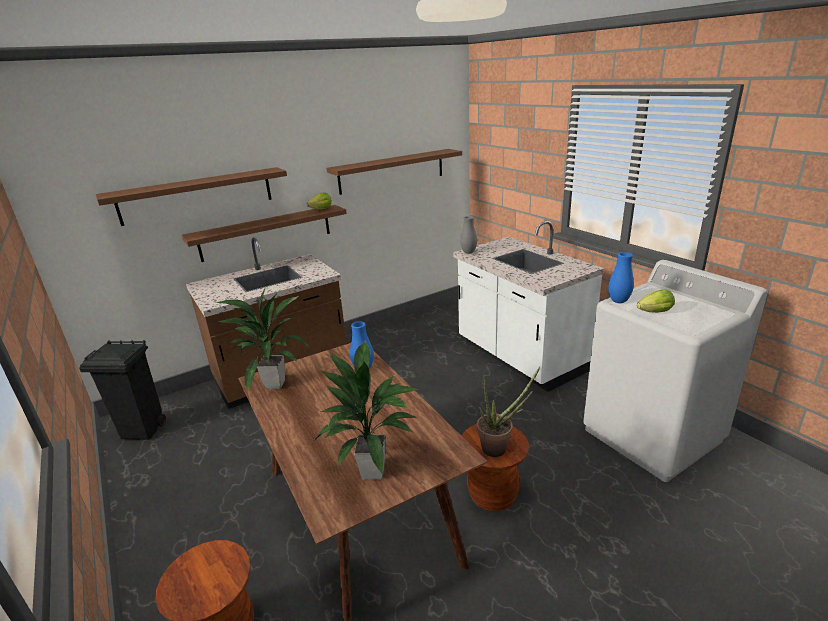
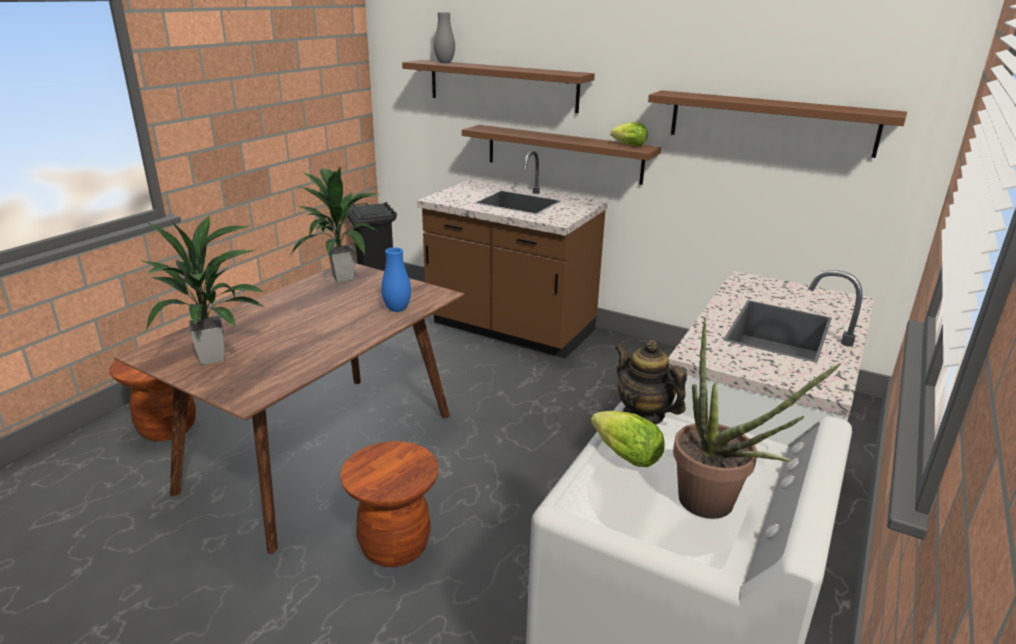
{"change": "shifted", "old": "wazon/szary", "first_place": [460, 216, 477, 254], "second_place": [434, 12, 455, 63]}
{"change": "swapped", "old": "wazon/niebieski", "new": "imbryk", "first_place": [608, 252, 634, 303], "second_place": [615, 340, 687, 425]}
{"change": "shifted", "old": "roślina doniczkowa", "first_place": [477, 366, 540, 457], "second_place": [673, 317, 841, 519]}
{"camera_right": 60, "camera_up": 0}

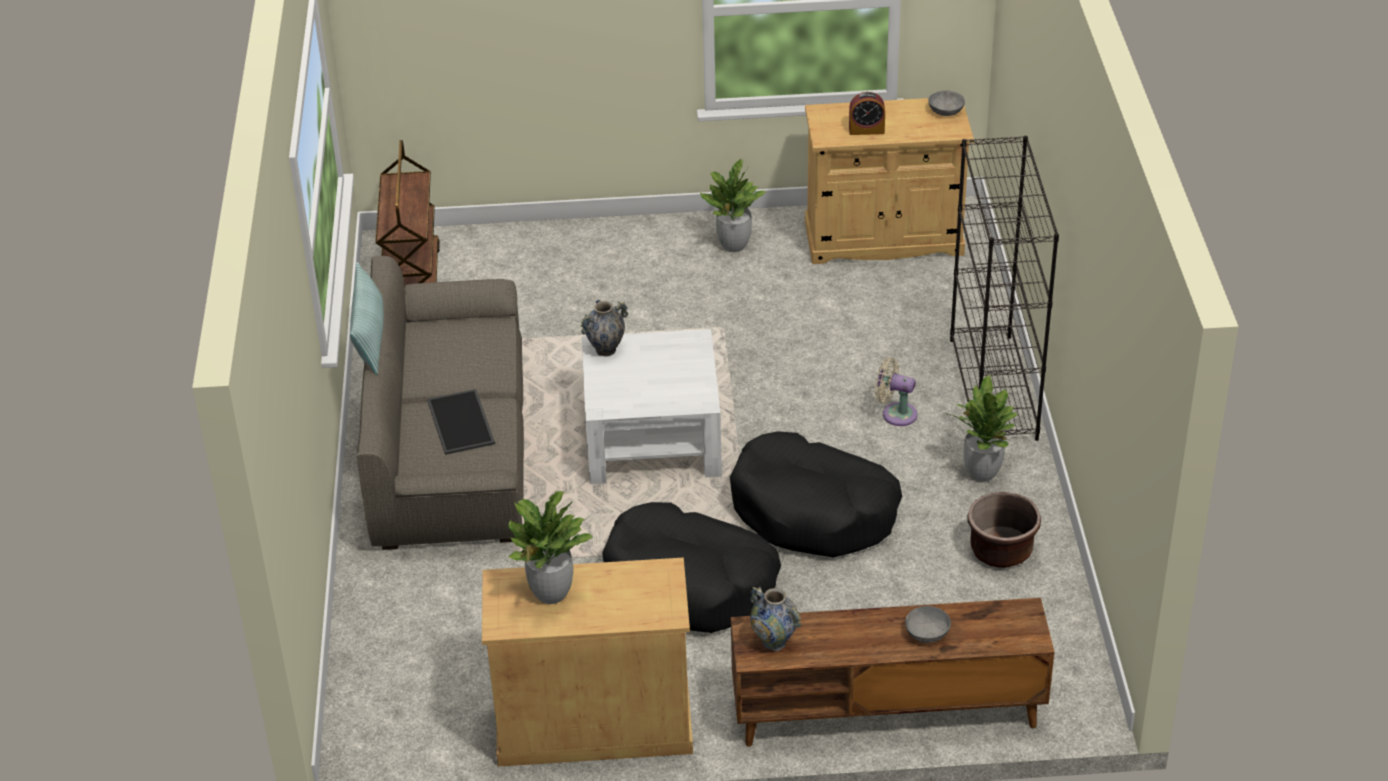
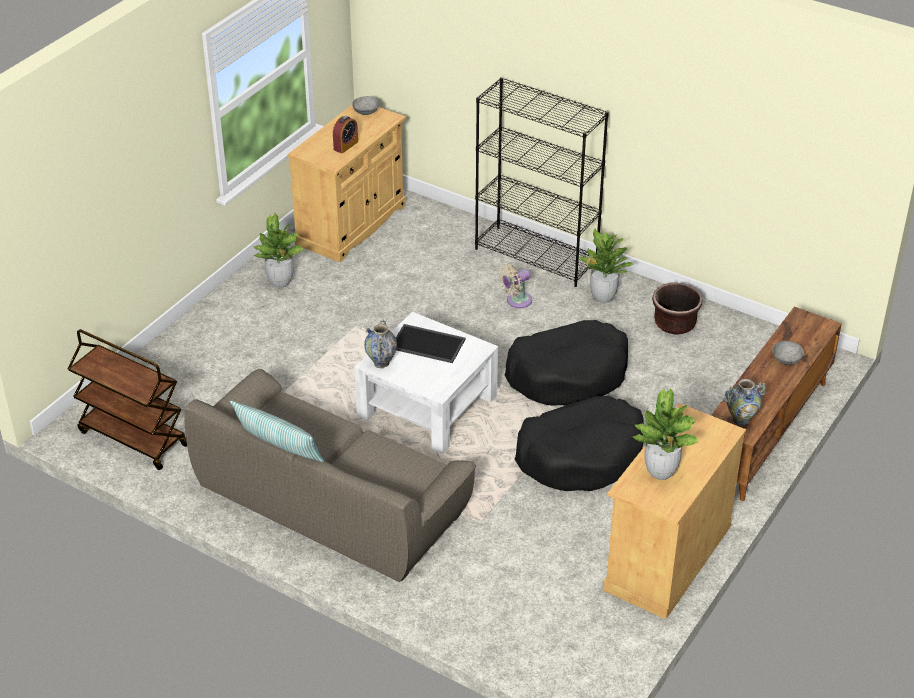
{"change": "shifted", "old": "taca", "first_place": [427, 389, 495, 455], "second_place": [396, 324, 465, 363]}
{"camera_right": -55, "camera_up": 0}

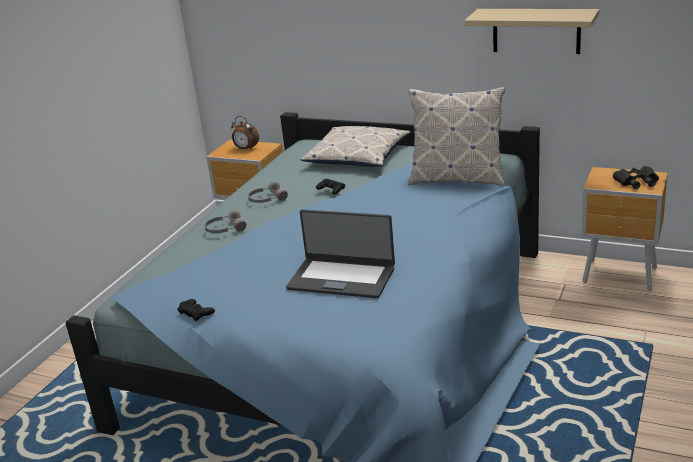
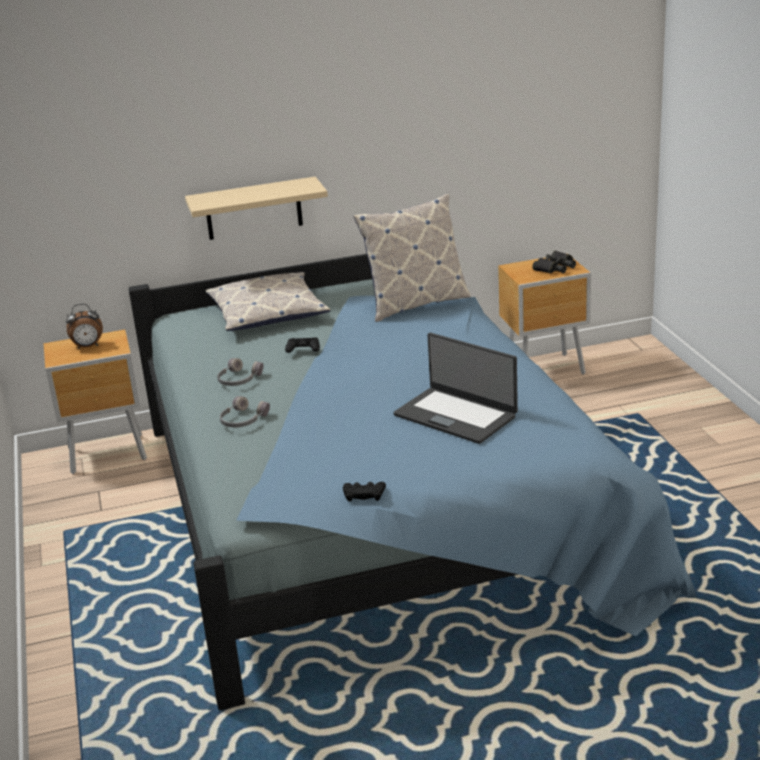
{"change": "shifted", "old": "półka/beżowy", "first_place": [464, 9, 599, 54], "second_place": [185, 177, 328, 240]}
{"change": "rotated", "old": "laptop", "first_place": [286, 210, 395, 298], "second_place": [394, 333, 518, 444], "degrees": 60}
{"camera_right": -40, "camera_up": 0}

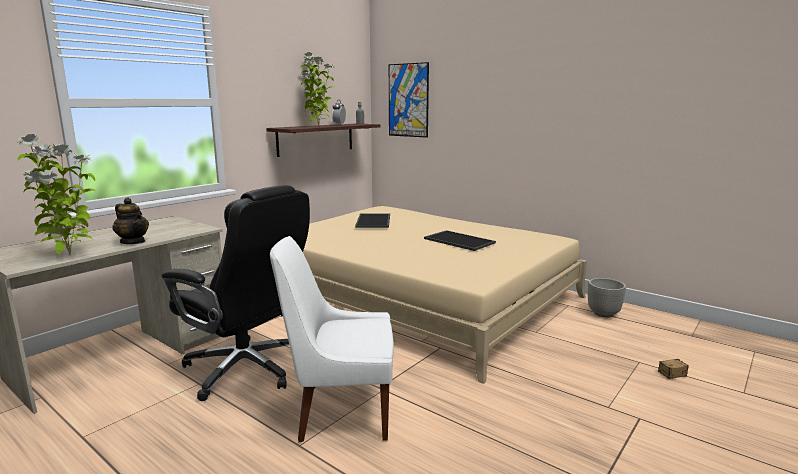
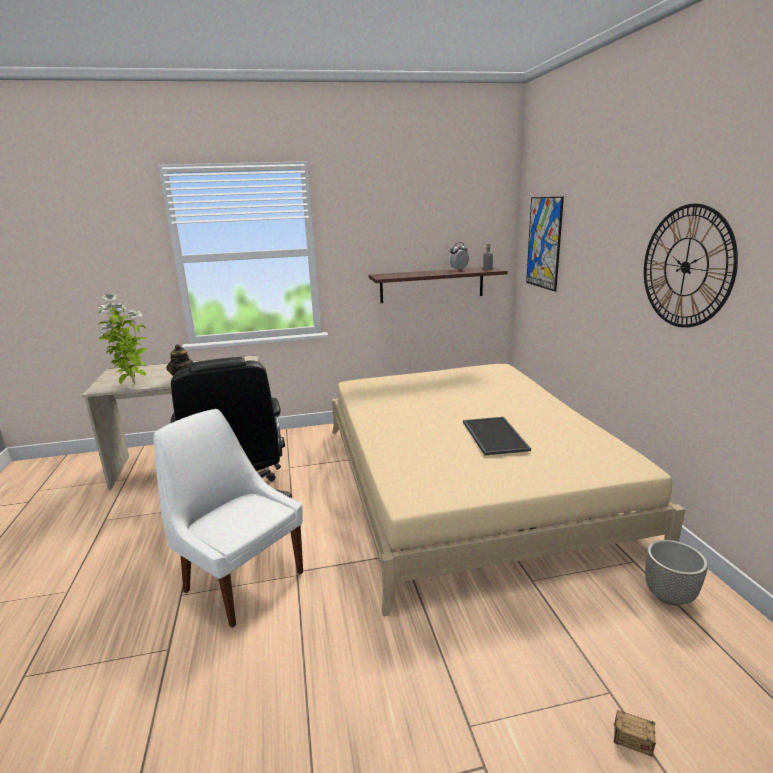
{"change": "gone", "old": "roślina doniczkowa", "first_place": [300, 52, 335, 126]}
{"change": "gone", "old": "taca", "first_place": [355, 214, 390, 228]}
{"change": "new", "new": "zegar ścienny", "second_place": [644, 203, 738, 328]}
{"camera_right": 40, "camera_up": 5}

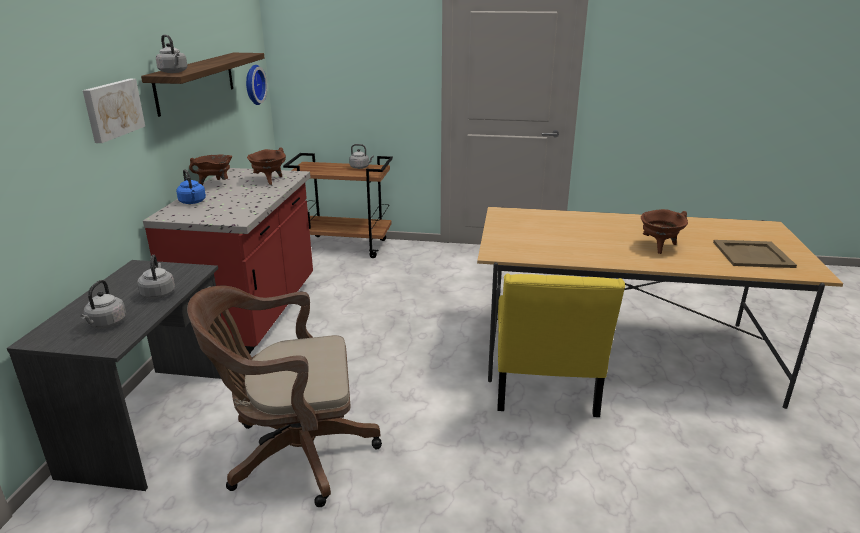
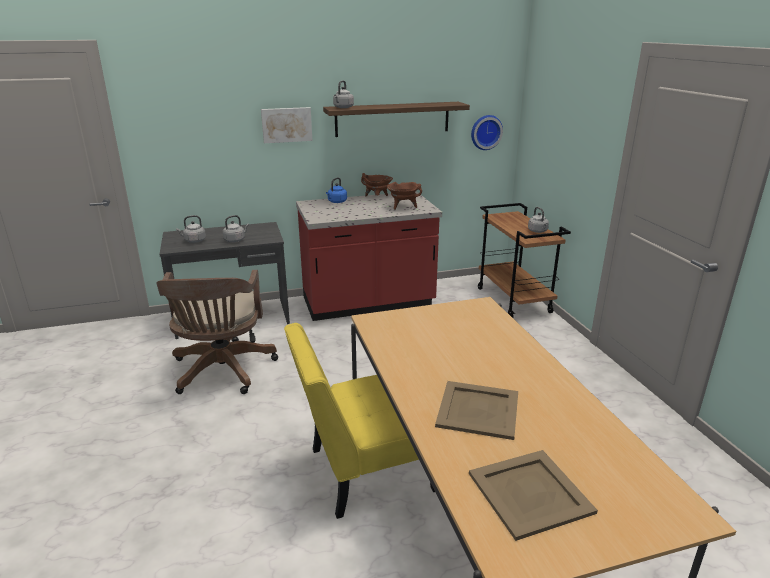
{"change": "swapped", "old": "garnek/brązowy", "new": "taca/beżowy", "first_place": [641, 209, 688, 254], "second_place": [435, 381, 518, 440]}
{"change": "rotated", "old": "krzesło biurowe/brązowy", "first_place": [187, 286, 382, 507], "second_place": [157, 270, 278, 394], "degrees": -150}
{"camera_right": 65, "camera_up": 0}

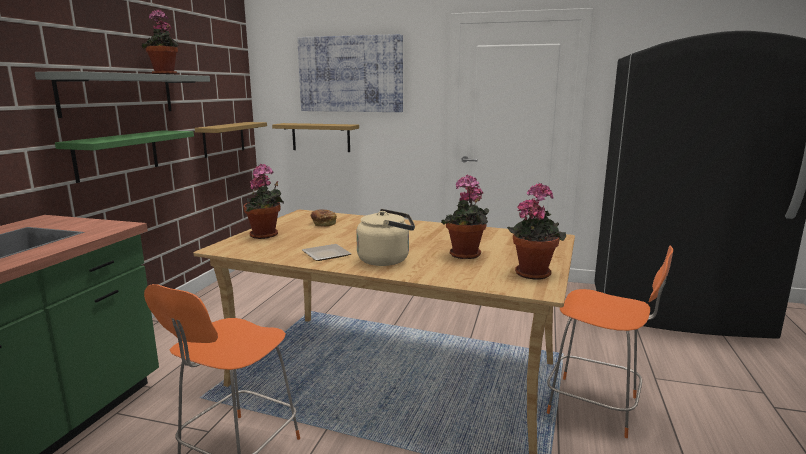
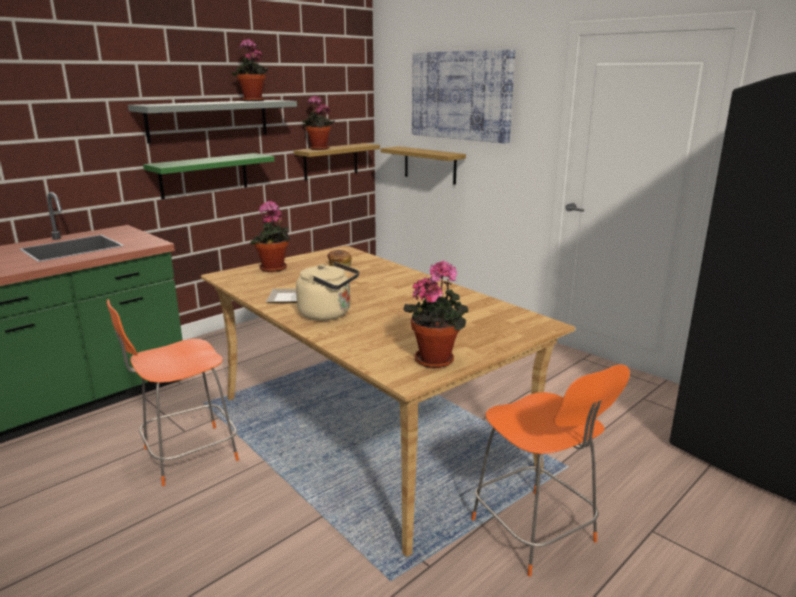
{"change": "shifted", "old": "roślina doniczkowa", "first_place": [441, 175, 489, 259], "second_place": [302, 95, 335, 150]}
{"camera_right": 30, "camera_up": 5}

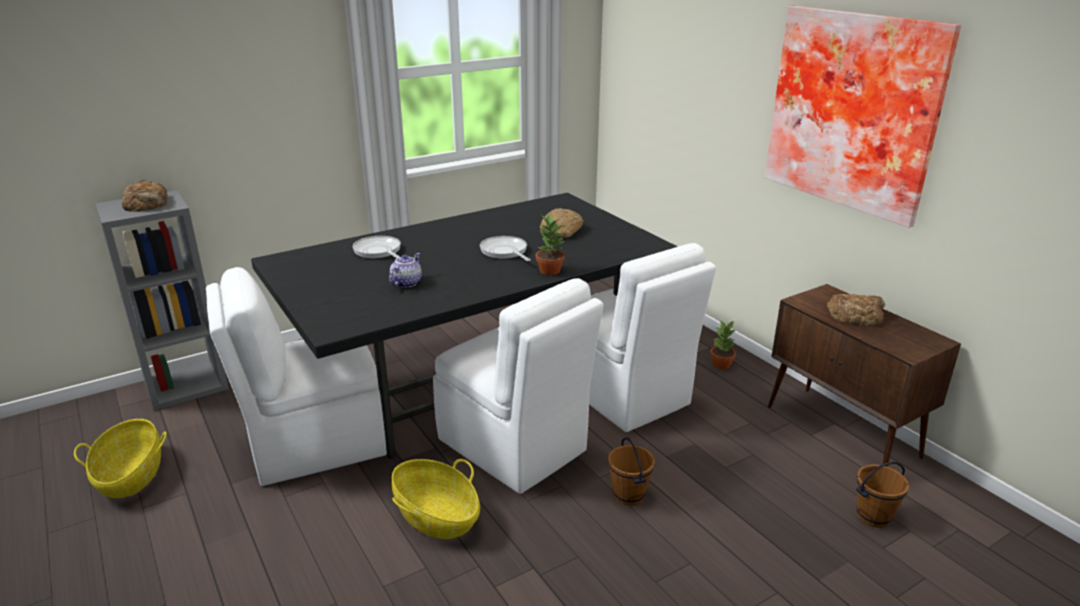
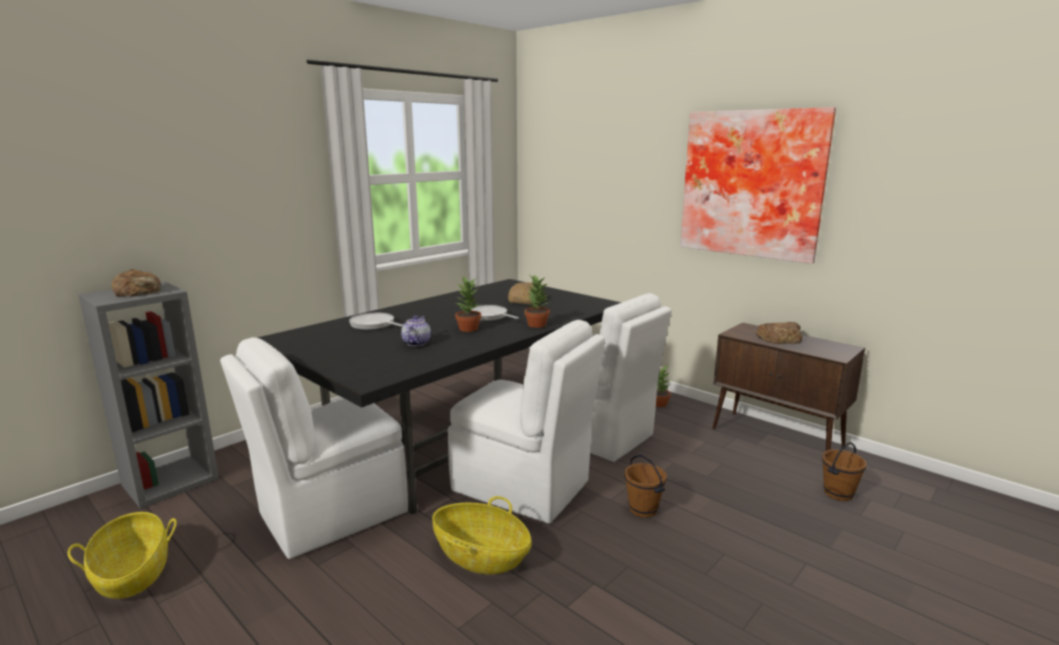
{"change": "new", "new": "roślina doniczkowa", "second_place": [455, 276, 481, 332]}
{"camera_right": -15, "camera_up": -10}

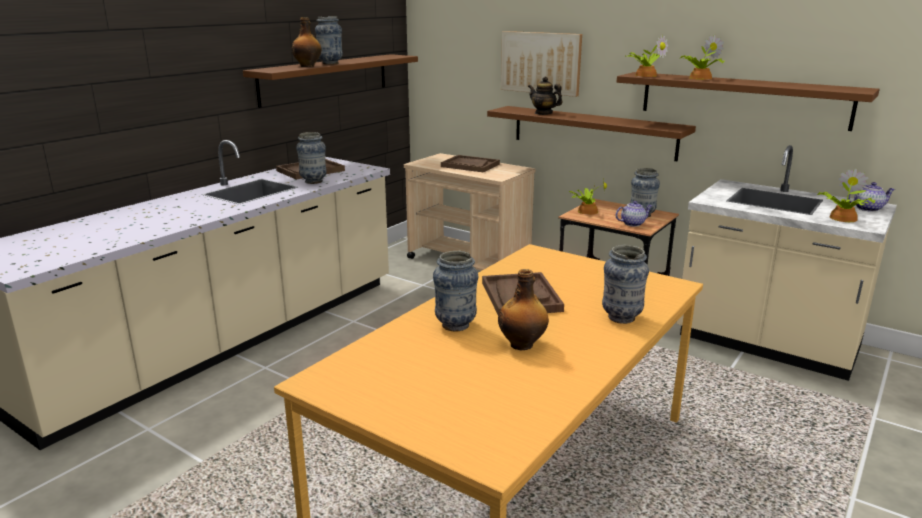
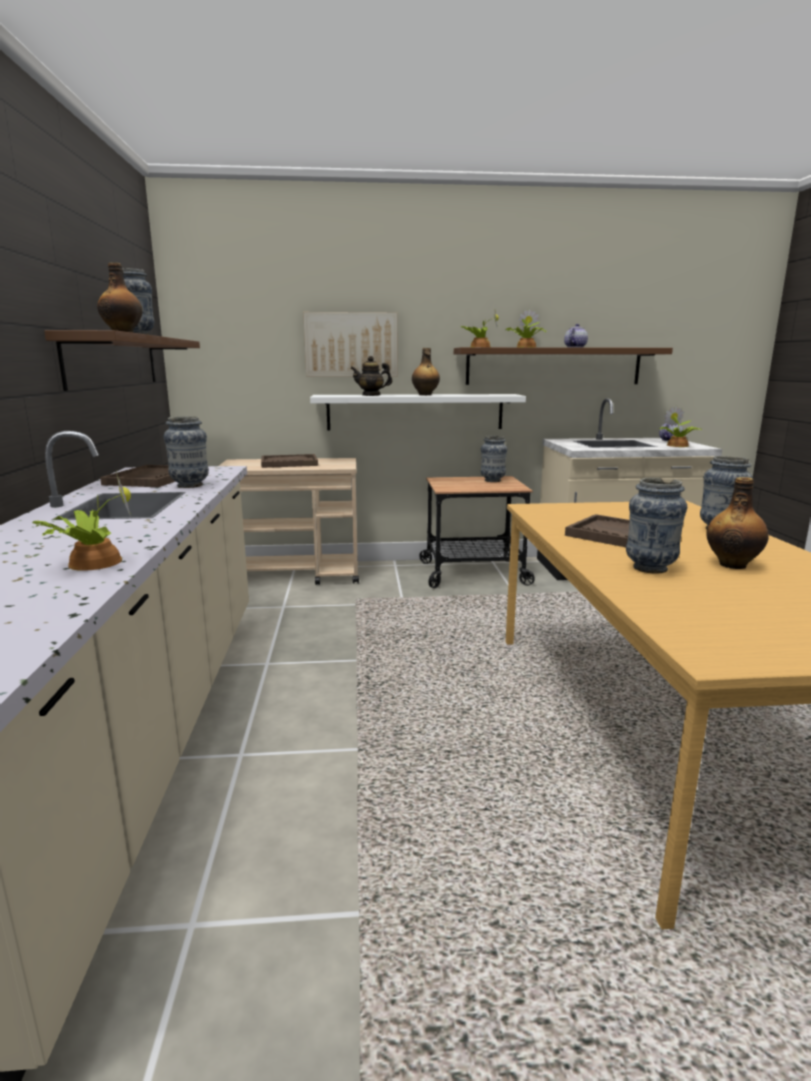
{"change": "repainted", "old": "półka/brązowy", "new": "półka/biały", "first_place": [487, 106, 696, 161], "second_place": [310, 394, 526, 431]}
{"change": "shifted", "old": "roślina doniczkowa", "first_place": [569, 179, 607, 215], "second_place": [32, 470, 132, 571]}
{"change": "shifted", "old": "imbryk", "first_place": [615, 201, 652, 227], "second_place": [564, 324, 588, 348]}
{"change": "new", "new": "butelka", "second_place": [412, 348, 440, 395]}
{"camera_right": -40, "camera_up": -5}

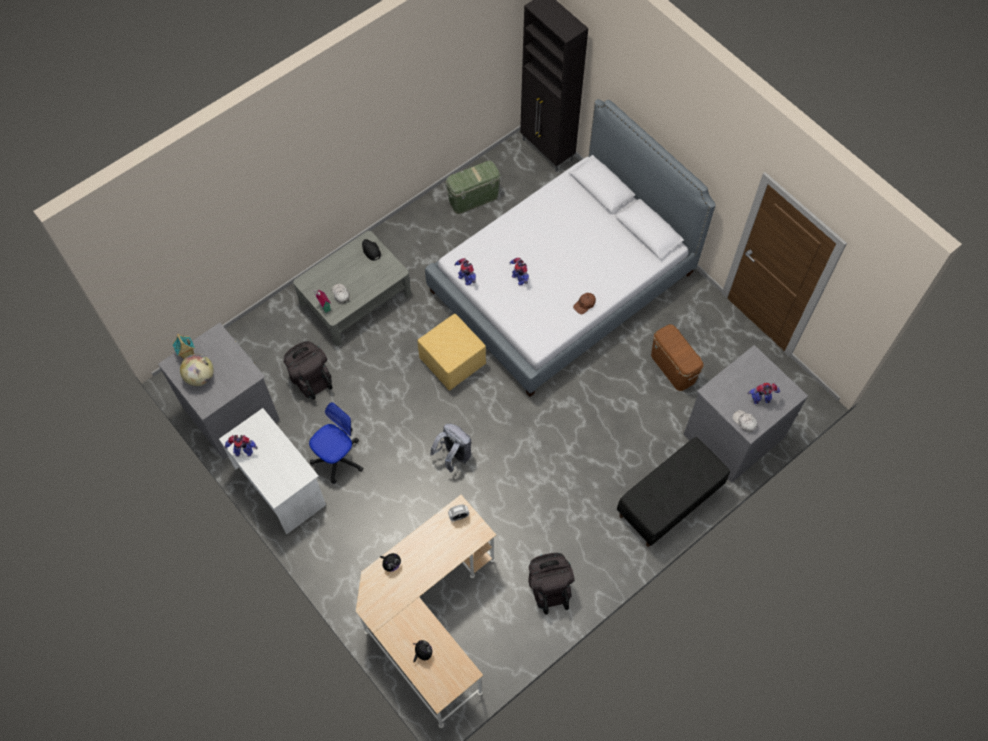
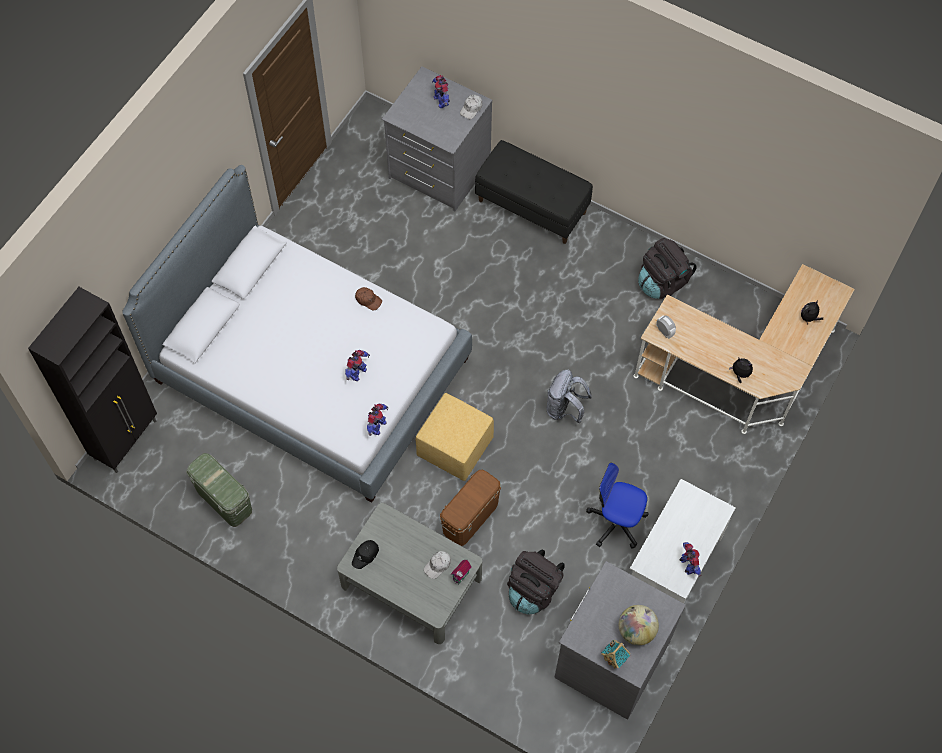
{"change": "shifted", "old": "pojemnik do przechowywania/brązowy", "first_place": [651, 324, 704, 391], "second_place": [440, 470, 501, 546]}
{"camera_right": -110, "camera_up": 0}

